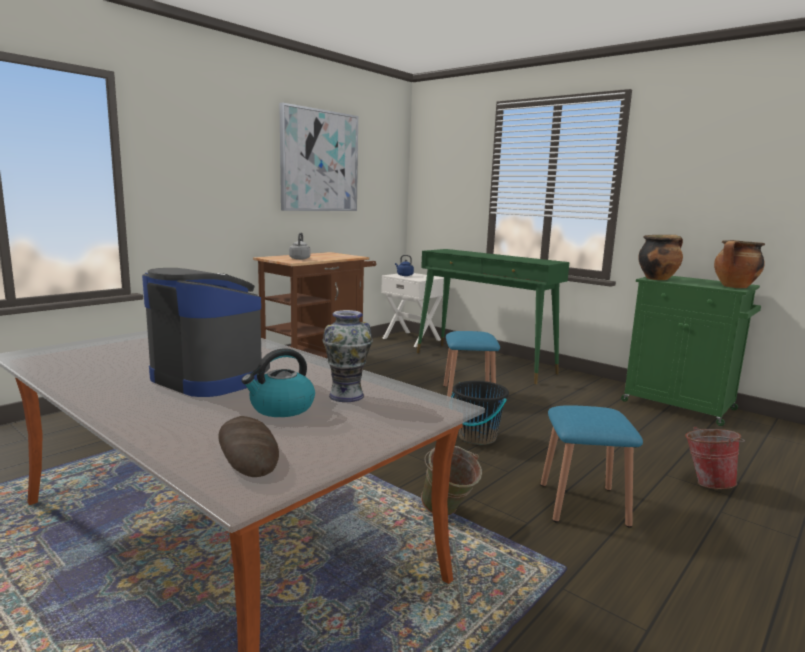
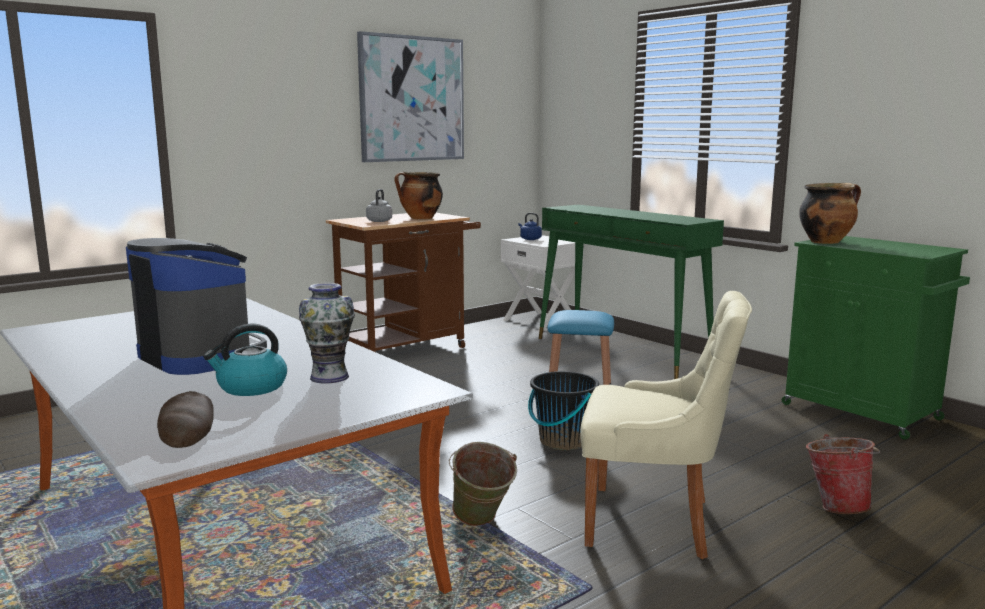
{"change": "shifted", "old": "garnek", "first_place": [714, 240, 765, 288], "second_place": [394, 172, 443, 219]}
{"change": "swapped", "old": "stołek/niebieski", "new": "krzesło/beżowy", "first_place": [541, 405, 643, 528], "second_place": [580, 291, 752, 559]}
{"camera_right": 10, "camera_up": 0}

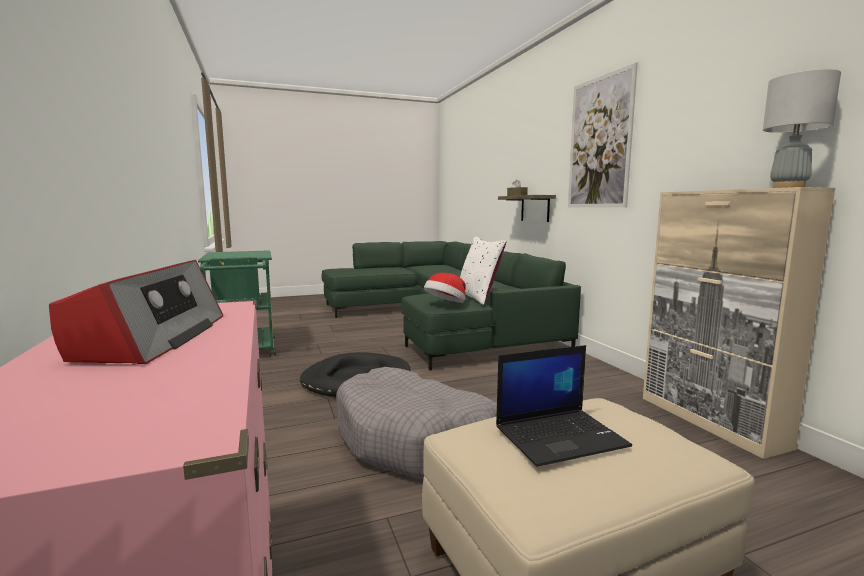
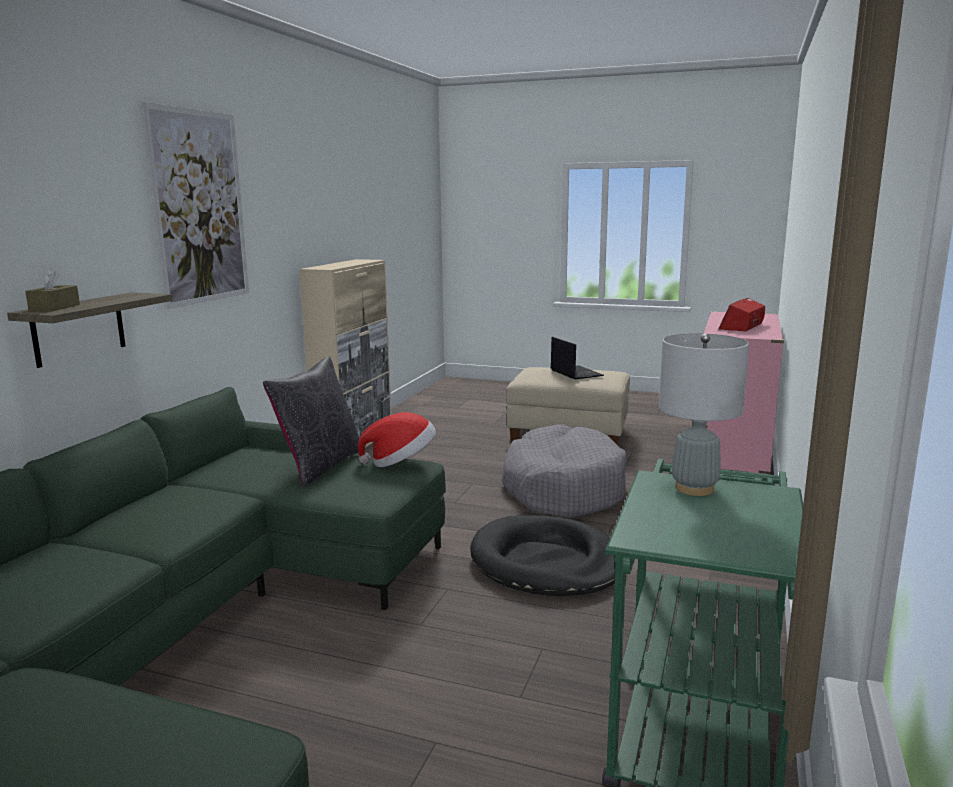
{"change": "shifted", "old": "lampa stołowa/szary", "first_place": [763, 69, 841, 188], "second_place": [659, 333, 749, 496]}
{"change": "repainted", "old": "poduszka/biały", "new": "poduszka/czarny", "first_place": [460, 237, 506, 305], "second_place": [263, 357, 360, 487]}
{"change": "rotated", "old": "laptop", "first_place": [496, 345, 632, 467], "second_place": [551, 337, 604, 379], "degrees": 45}
{"camera_right": -140, "camera_up": 5}

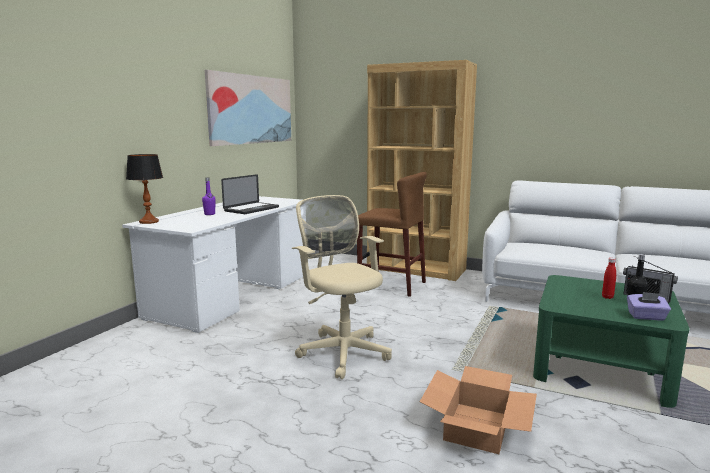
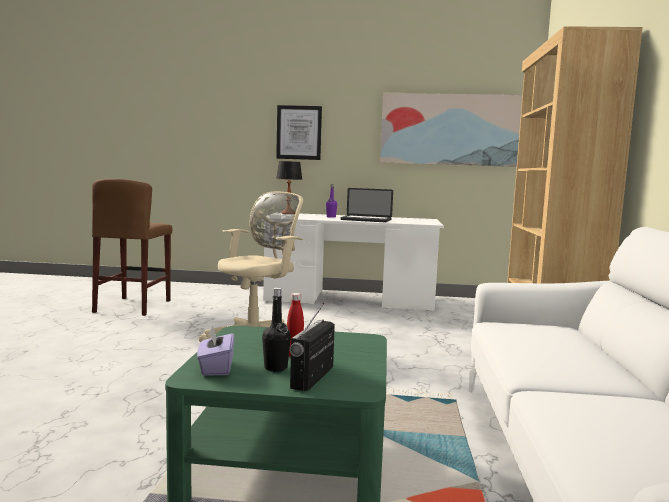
{"change": "shifted", "old": "stołek/brązowy", "first_place": [357, 172, 427, 297], "second_place": [92, 179, 172, 316]}
{"change": "gone", "old": "karton", "first_place": [420, 366, 537, 454]}
{"change": "new", "new": "obraz", "second_place": [276, 105, 322, 160]}
{"camera_right": 70, "camera_up": -5}

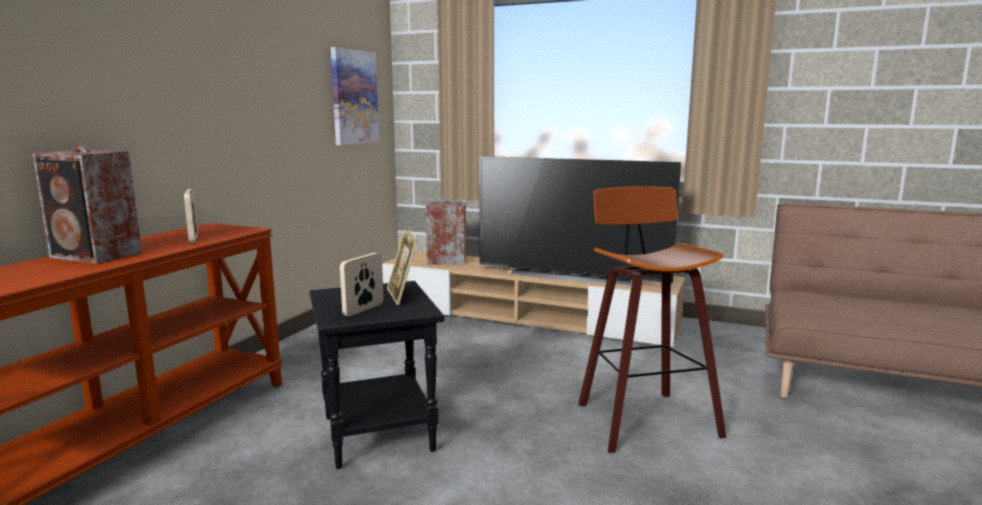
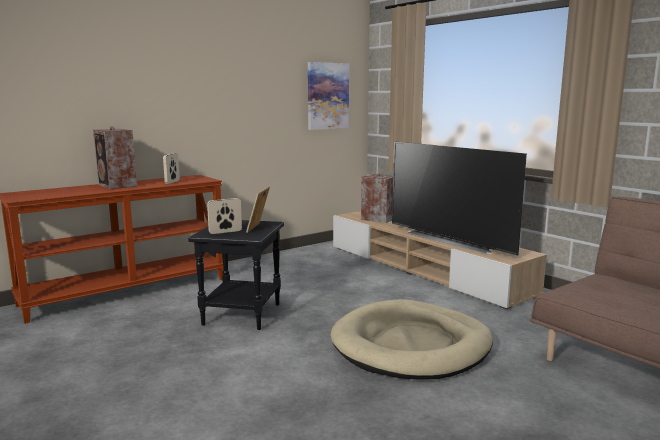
{"change": "swapped", "old": "stołek", "new": "legowisko/beżowy", "first_place": [578, 186, 726, 453], "second_place": [330, 299, 493, 380]}
{"camera_right": 30, "camera_up": 0}

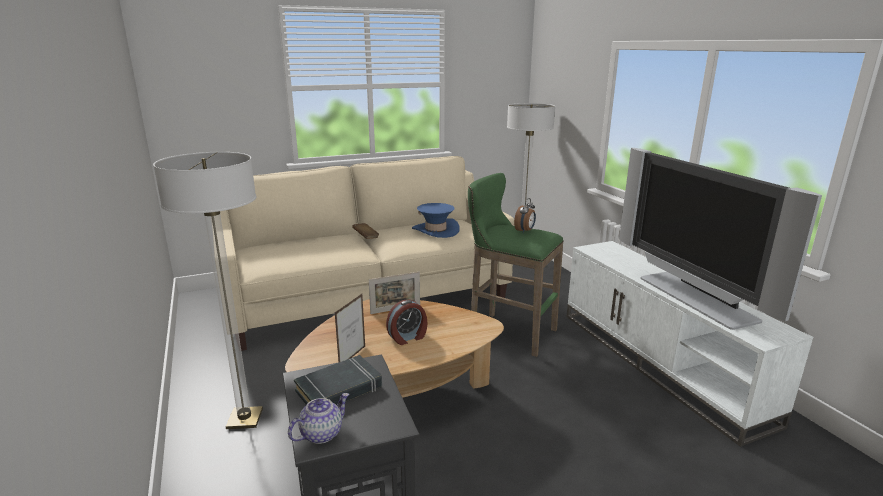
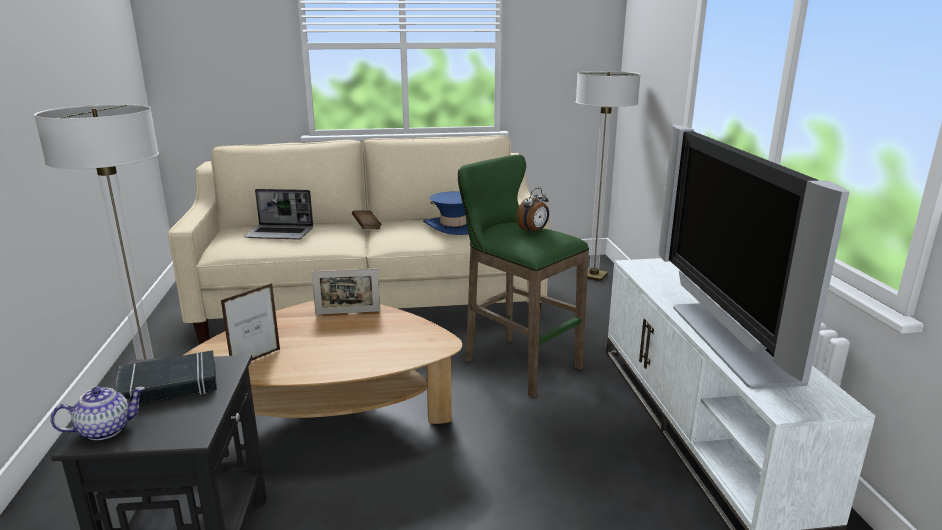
{"change": "gone", "old": "budzik", "first_place": [386, 300, 428, 345]}
{"change": "new", "new": "laptop", "second_place": [244, 189, 313, 240]}
{"camera_right": 15, "camera_up": 0}

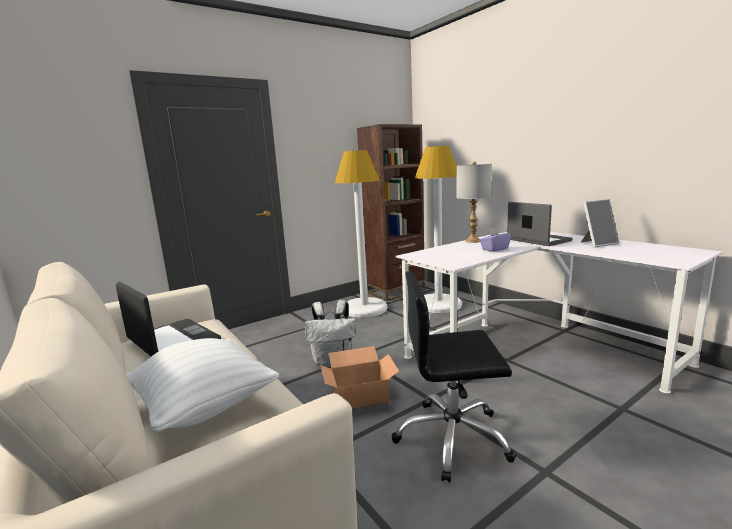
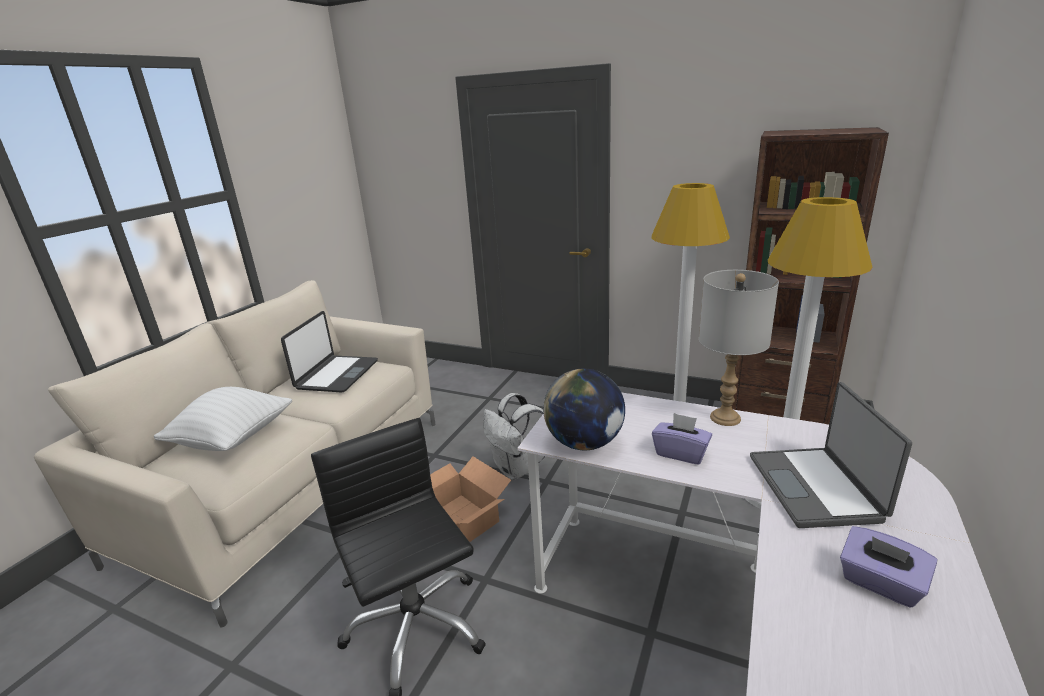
{"change": "swapped", "old": "ramka na zdjęcie", "new": "pudełko chusteczek/fioletowy", "first_place": [581, 199, 619, 248], "second_place": [840, 526, 937, 608]}
{"change": "rotated", "old": "laptop", "first_place": [507, 202, 573, 246], "second_place": [750, 382, 912, 528], "degrees": 150}
{"change": "new", "new": "globus", "second_place": [543, 368, 625, 451]}
{"camera_right": 60, "camera_up": 10}

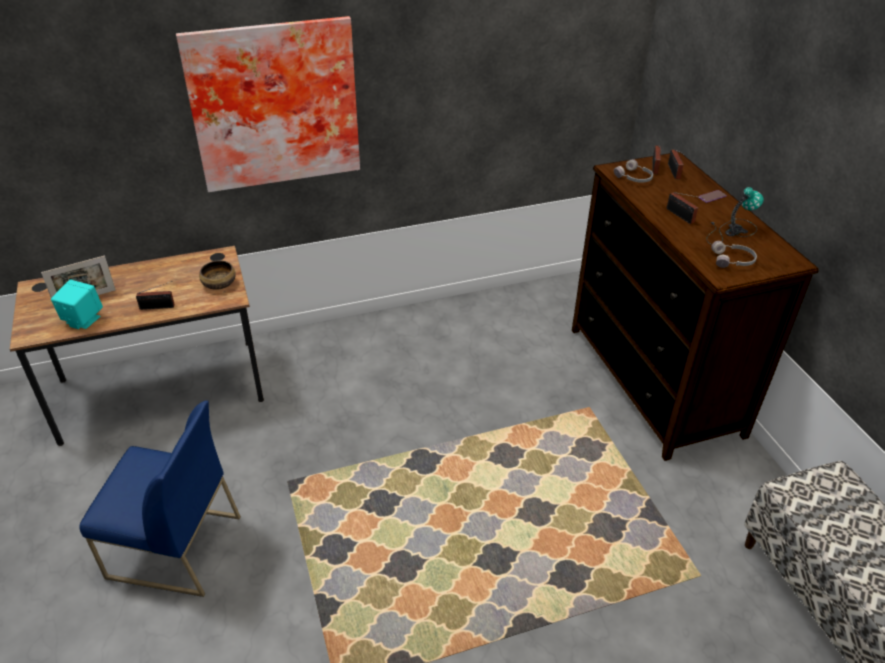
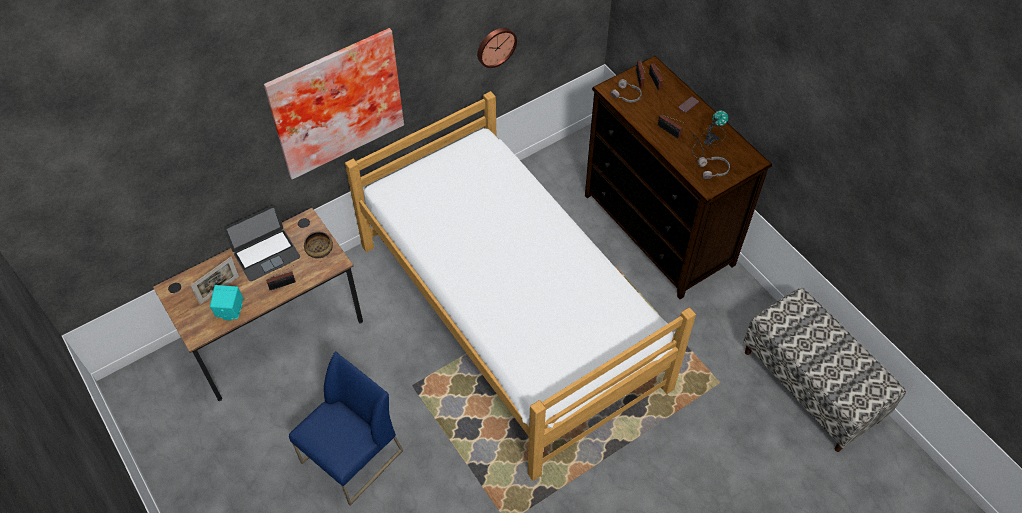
{"change": "rotated", "old": "krzesło/niebieski", "first_place": [79, 400, 241, 597], "second_place": [289, 351, 403, 505], "degrees": -45}
{"change": "new", "new": "zegar ścienny", "second_place": [477, 28, 517, 68]}
{"change": "new", "new": "łóżko", "second_place": [345, 91, 696, 481]}
{"change": "new", "new": "laptop", "second_place": [224, 205, 300, 281]}
{"camera_right": -15, "camera_up": 15}

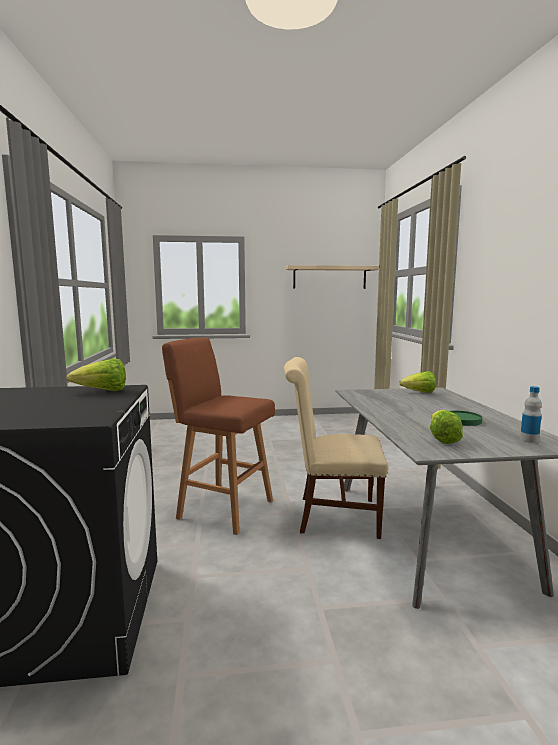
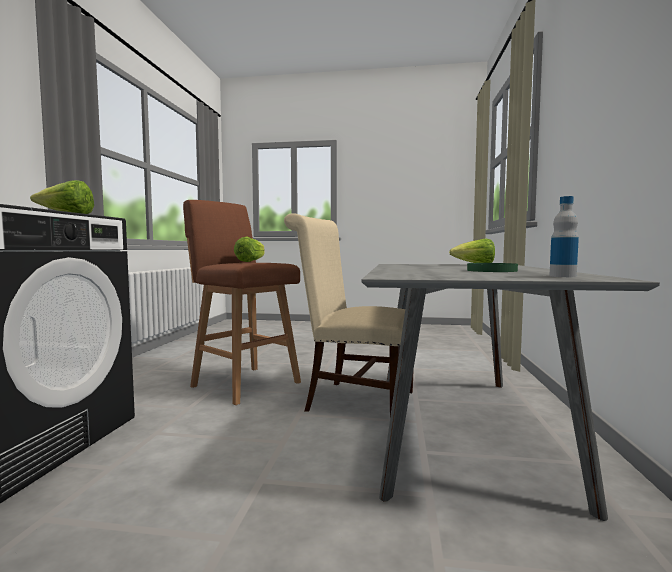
{"change": "gone", "old": "półka/beżowy", "first_place": [285, 265, 379, 289]}
{"change": "shifted", "old": "sałata", "first_place": [430, 410, 463, 444], "second_place": [234, 236, 265, 262]}
{"camera_right": 15, "camera_up": -5}

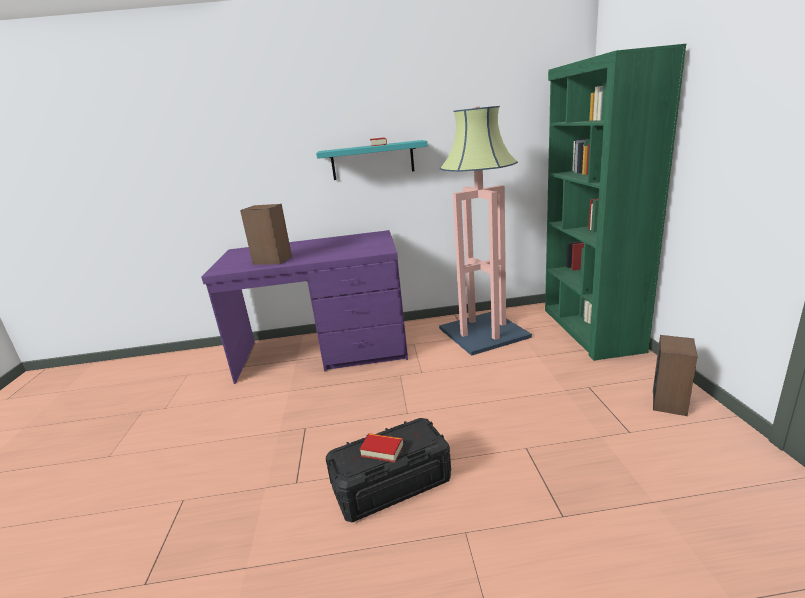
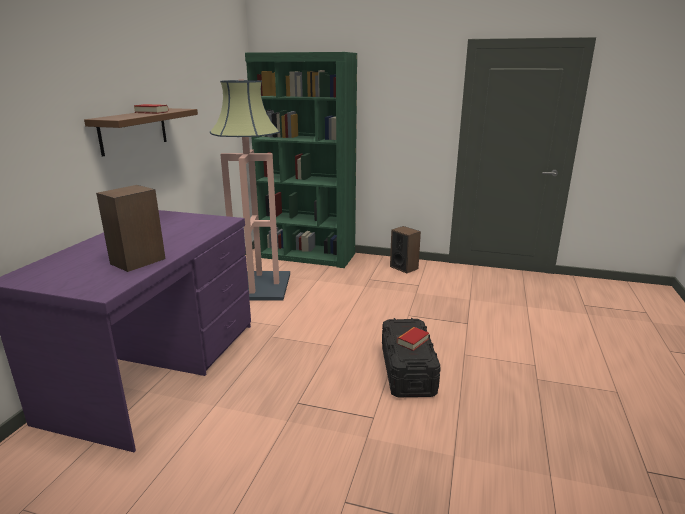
{"change": "repainted", "old": "półka/turkusowy", "new": "półka/brązowy", "first_place": [316, 140, 428, 180], "second_place": [84, 108, 198, 157]}
{"camera_right": -70, "camera_up": 0}

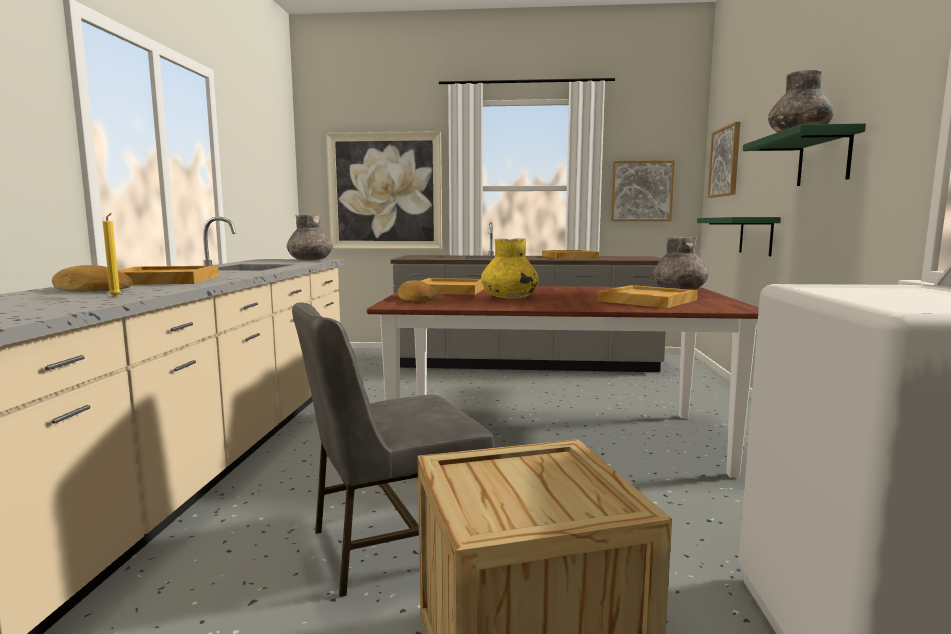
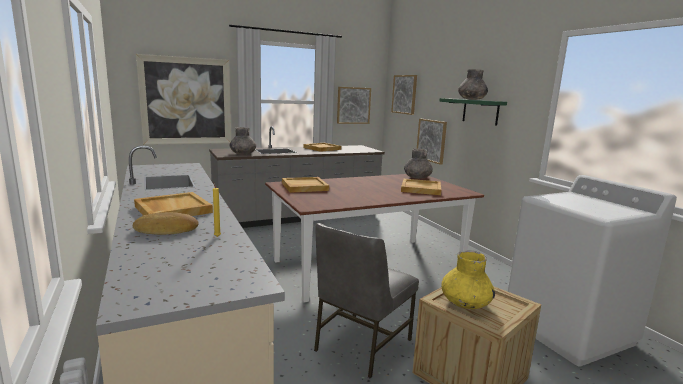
{"change": "shifted", "old": "wazon/szary", "first_place": [287, 215, 333, 261], "second_place": [230, 127, 256, 154]}
{"change": "swapped", "old": "półka/zielony", "new": "obraz", "first_place": [697, 217, 781, 256], "second_place": [417, 119, 447, 165]}
{"change": "shifted", "old": "wazon/żółty", "first_place": [481, 238, 539, 299], "second_place": [441, 250, 495, 309]}
{"change": "gone", "old": "chleb", "first_place": [398, 280, 438, 301]}
{"camera_right": -30, "camera_up": 5}

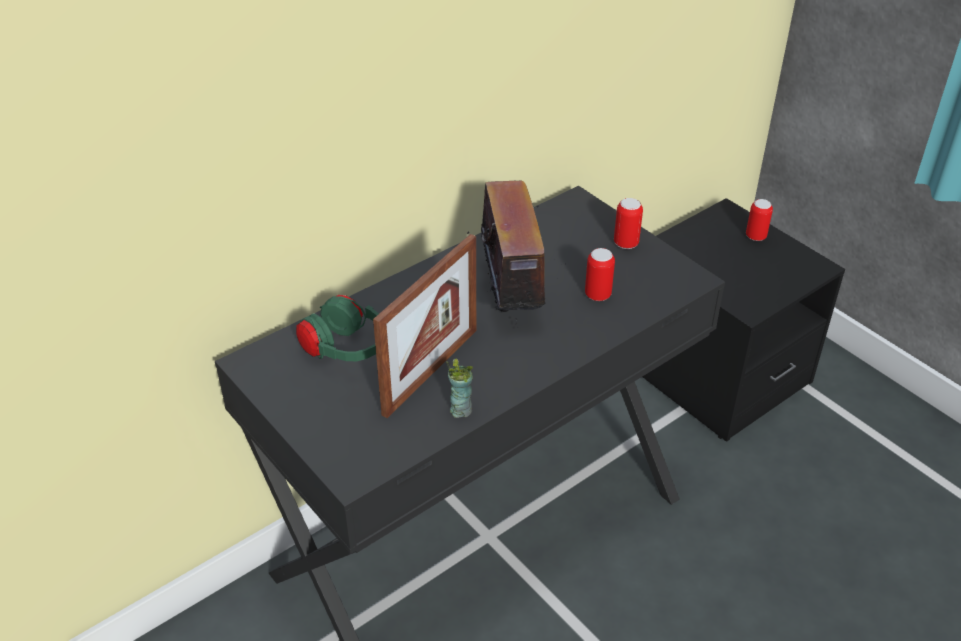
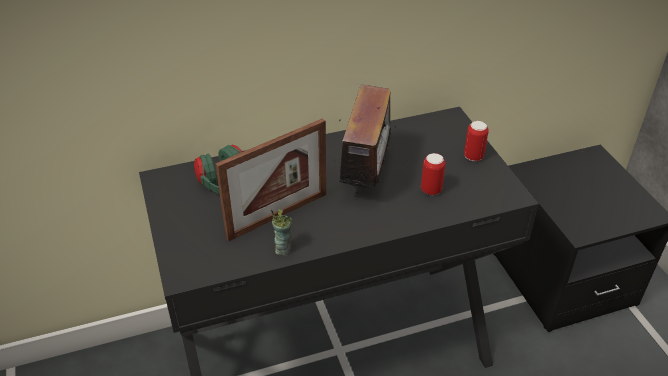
{"change": "gone", "old": "puszka", "first_place": [746, 199, 773, 241]}
{"camera_right": 20, "camera_up": 0}

